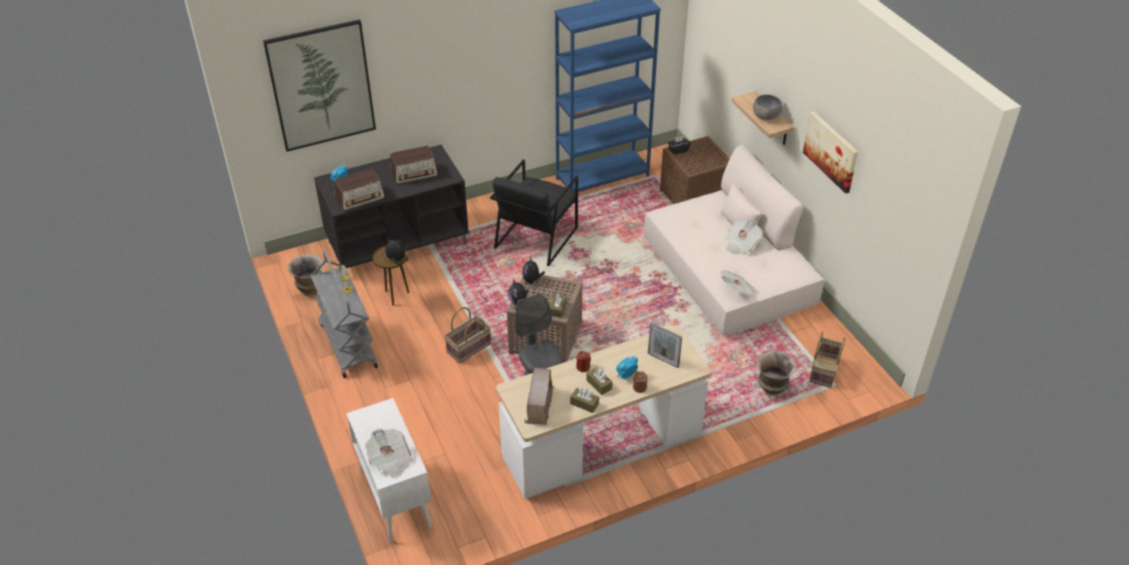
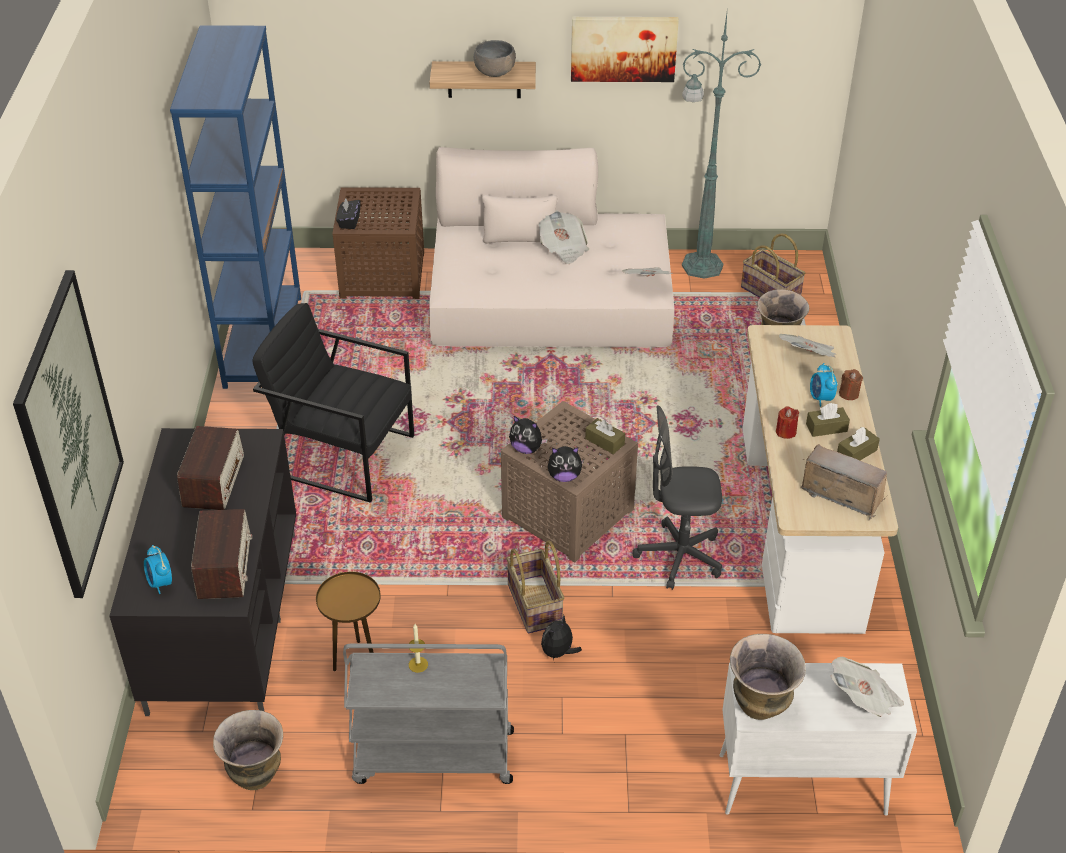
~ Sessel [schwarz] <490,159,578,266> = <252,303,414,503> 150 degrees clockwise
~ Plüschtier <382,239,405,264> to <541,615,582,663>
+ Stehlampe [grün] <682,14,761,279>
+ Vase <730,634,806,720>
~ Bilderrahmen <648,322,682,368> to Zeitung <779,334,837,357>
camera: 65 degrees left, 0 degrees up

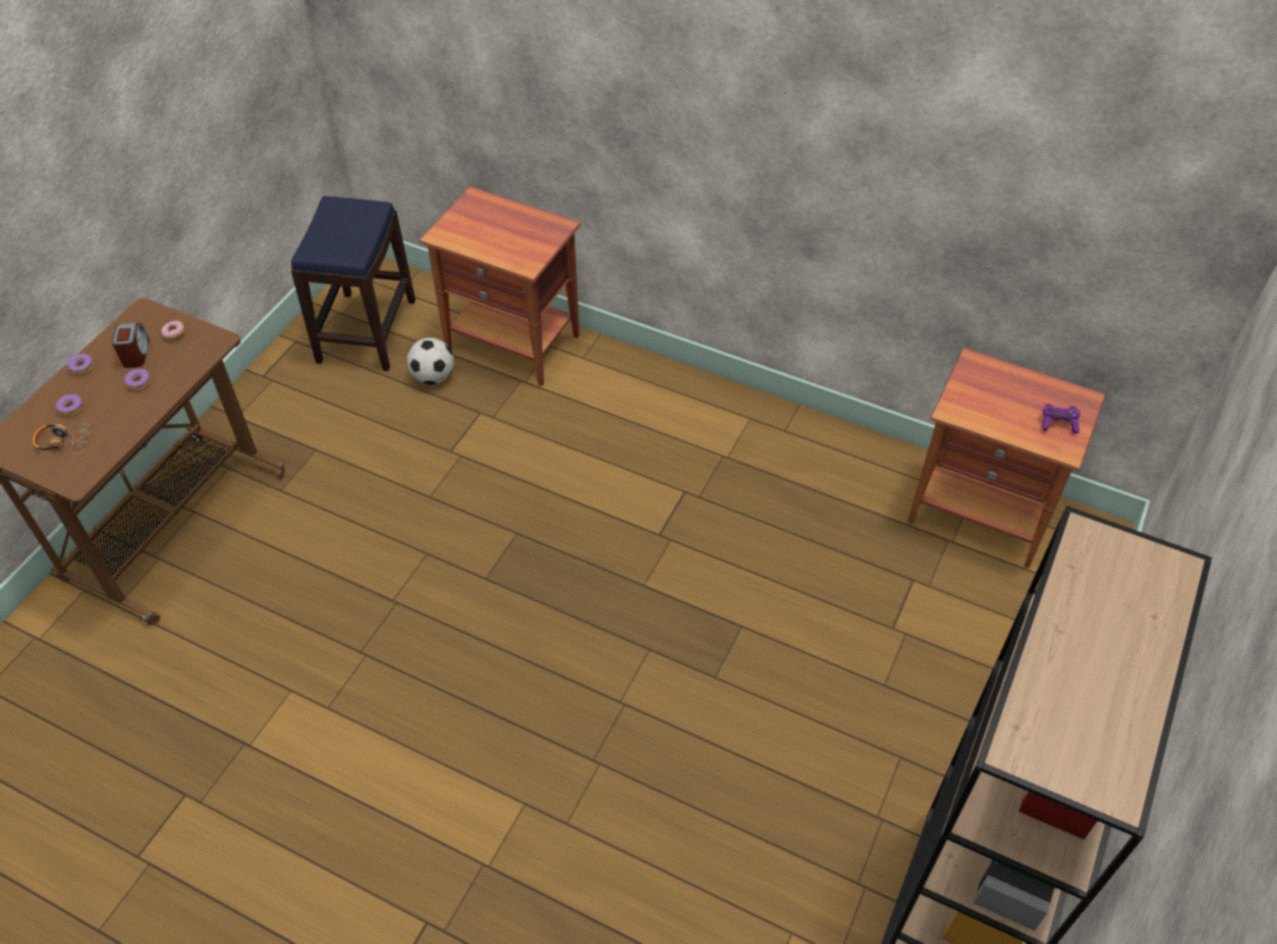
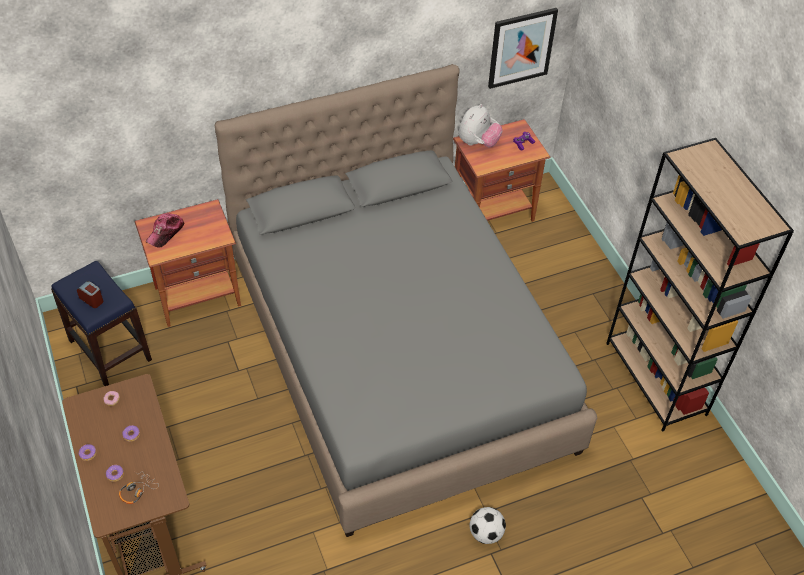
~ Wecker <112,323,149,368> to <77,281,103,308>
+ Kappe <146,213,185,247>
+ Bett [grau] <215,64,597,537>
+ Plüschtier <458,104,503,147>
~ Fußball <407,338,454,385> to <470,507,506,544>
+ Bild <488,8,558,89>
camera: 50 degrees left, 0 degrees up

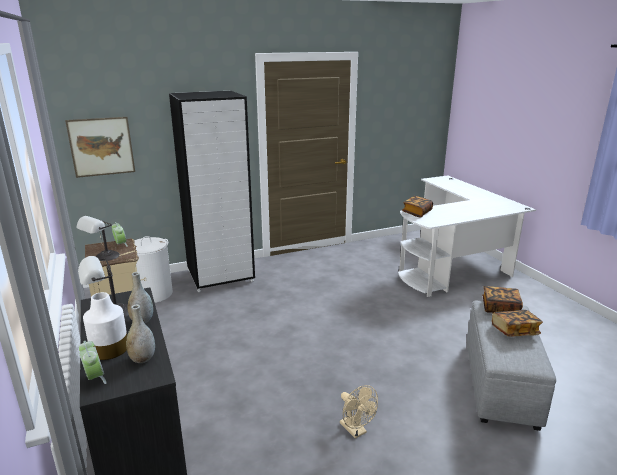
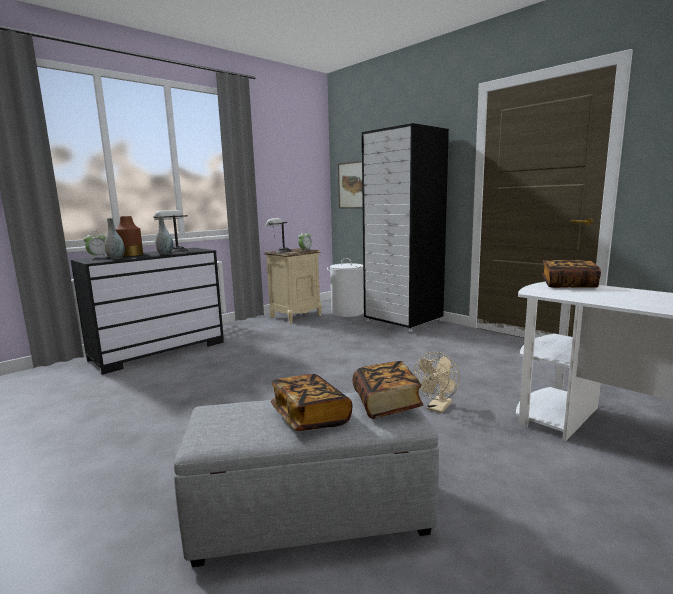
~ Vase [weiß] <83,292,127,360> to Vase [braun] <115,216,143,257>
~ Ventilator [beige] <340,385,378,439> to <414,352,460,413>
camera: 70 degrees right, 10 degrees down

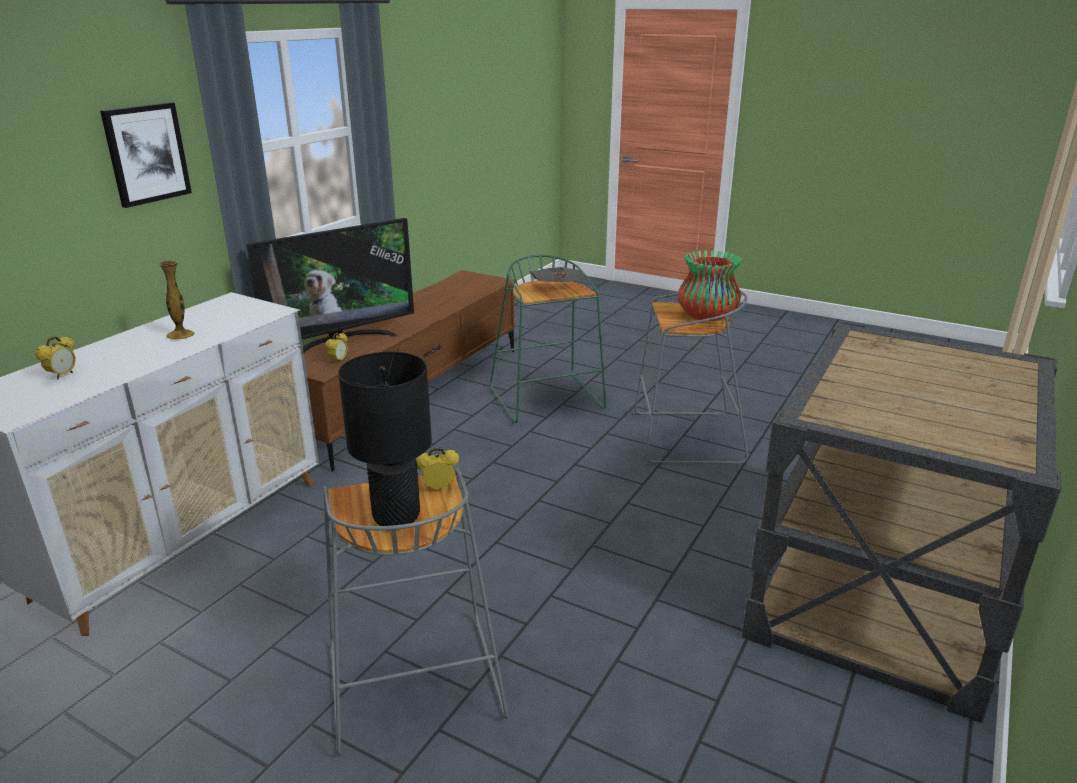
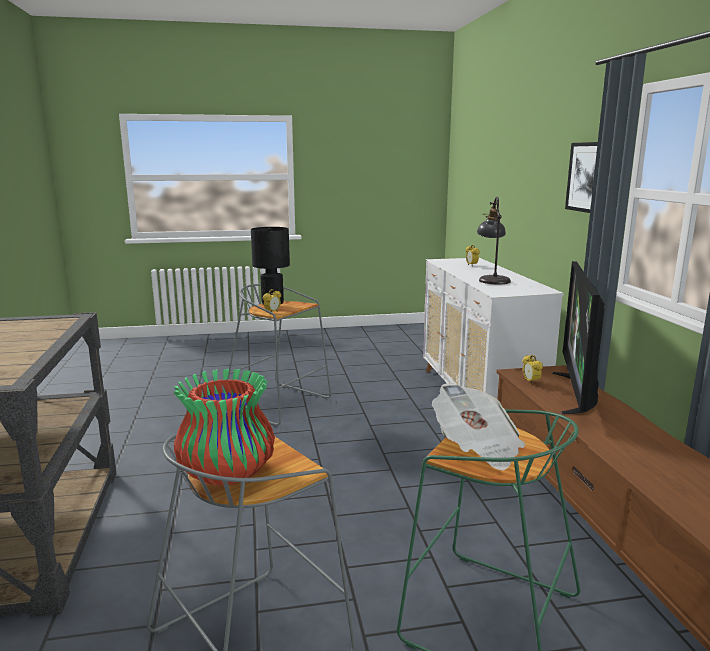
~ Vase <159,260,194,339> to Tischlampe [grau] <477,197,511,284>
camera: 140 degrees right, 10 degrees down

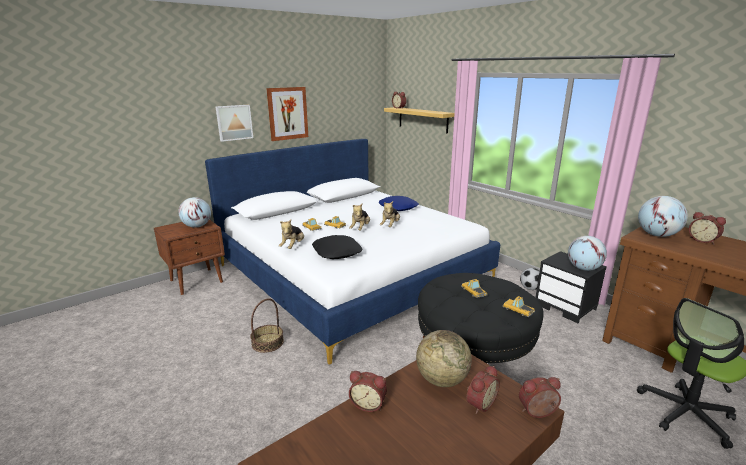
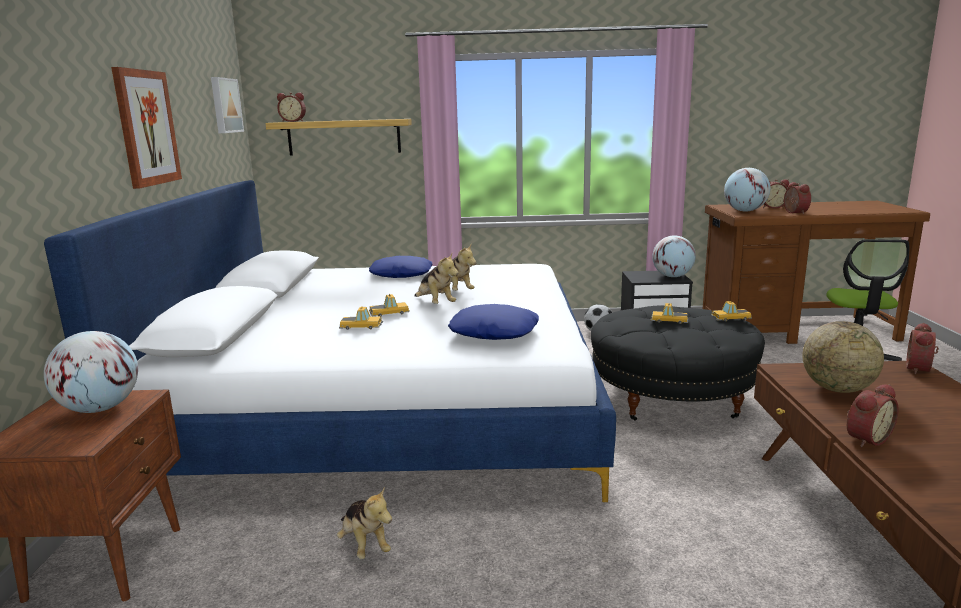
~ Bild <216,105,253,142> to <211,77,244,133>
~ Plüschtier <279,219,304,249> to <337,487,392,559>
~ Kissen [schwarz] <312,235,363,259> to Kissen [blau] <448,304,539,340>
~ Wecker <467,366,500,414> to <784,182,811,214>
- Korb <250,298,284,353>
camera: 50 degrees left, 5 degrees down

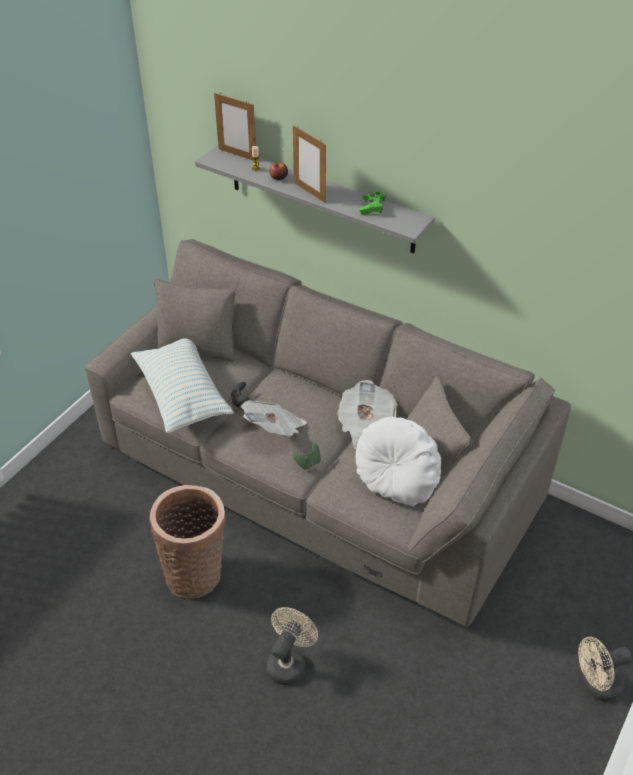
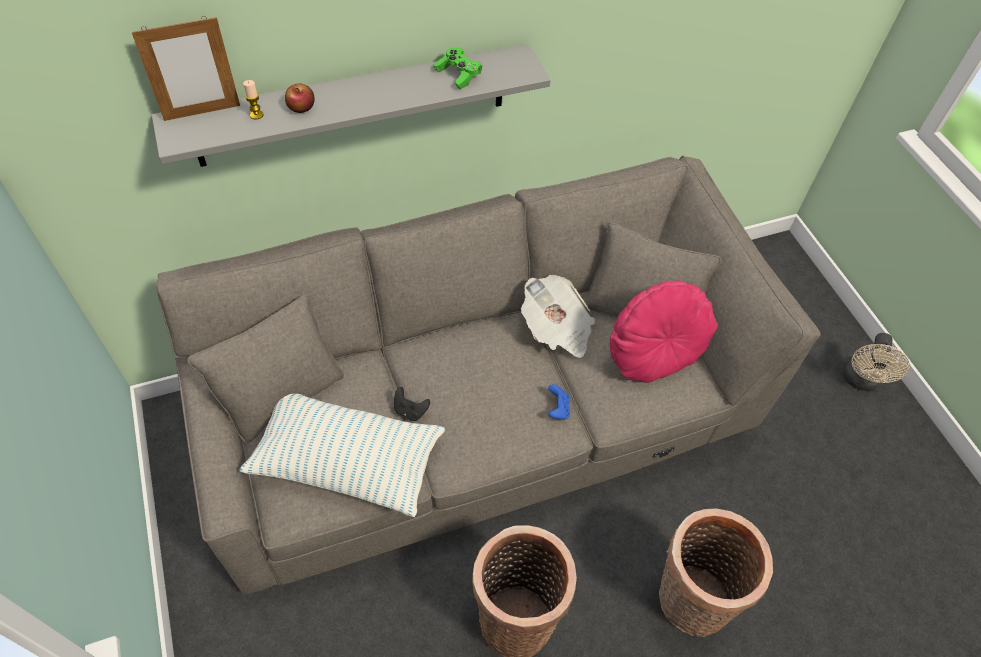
~ Gamepad [grün] <293,443,321,469> to Gamepad [blau] <548,384,570,420>
~ Kissen [weiß] <356,416,441,506> to Kissen [rosa] <610,280,718,383>
~ Ventilator [beige] <267,607,318,685> to Korb <659,508,773,637>
- Zeitung <241,400,307,437>
- Bilderrahmen <293,125,326,203>
camera: 55 degrees left, 10 degrees up

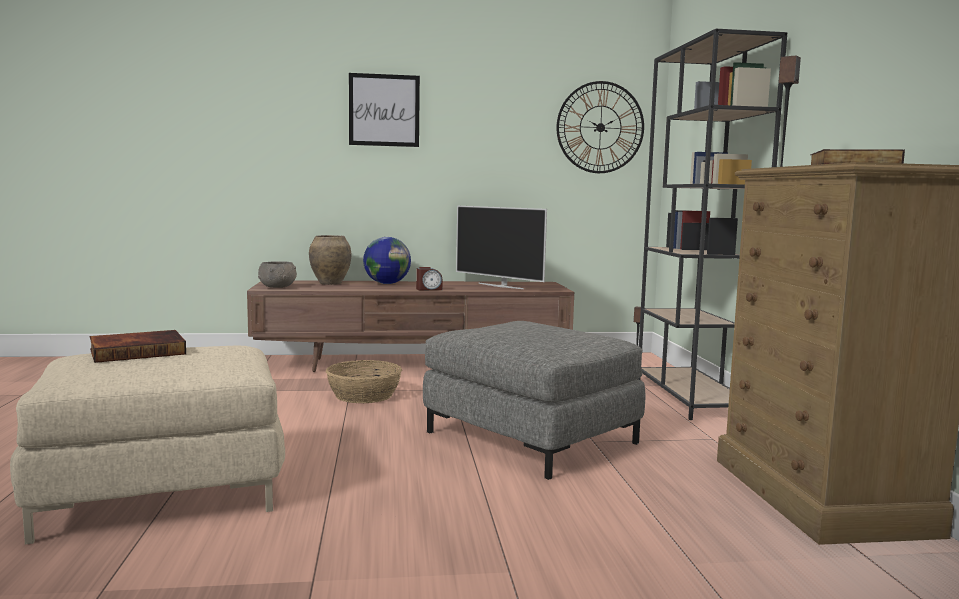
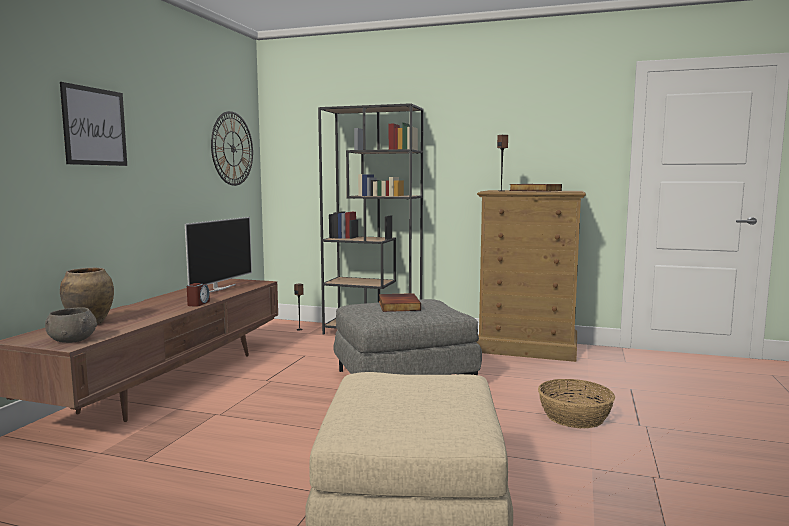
~ Fernseher <456,206,547,289> = <185,217,252,293> 45 degrees counterclockwise
~ Buch <89,330,186,363> to <379,293,421,312>
~ Korb <326,360,402,403> to <538,379,615,428>
- Globus <363,237,411,284>
camera: 65 degrees left, 0 degrees up

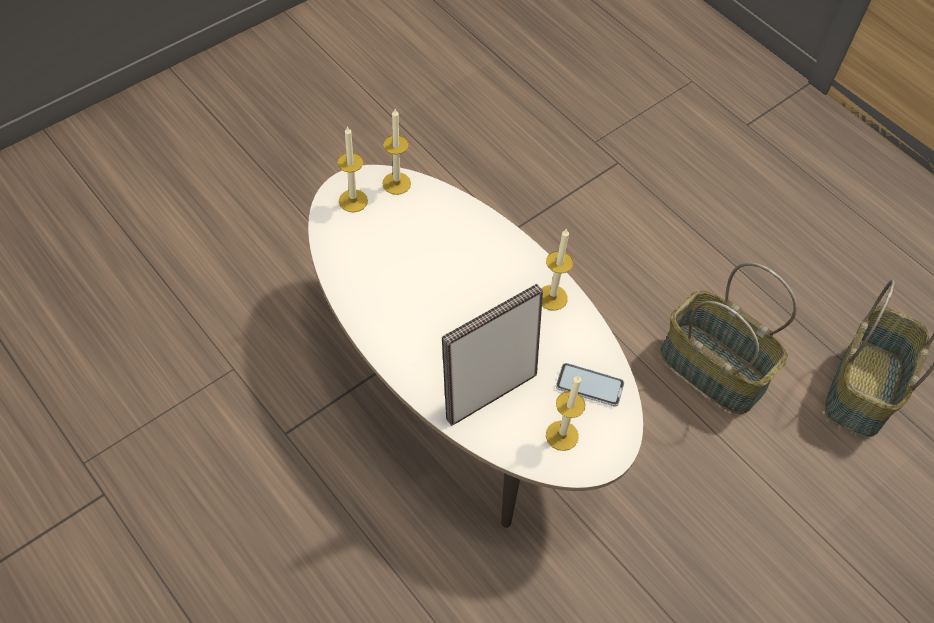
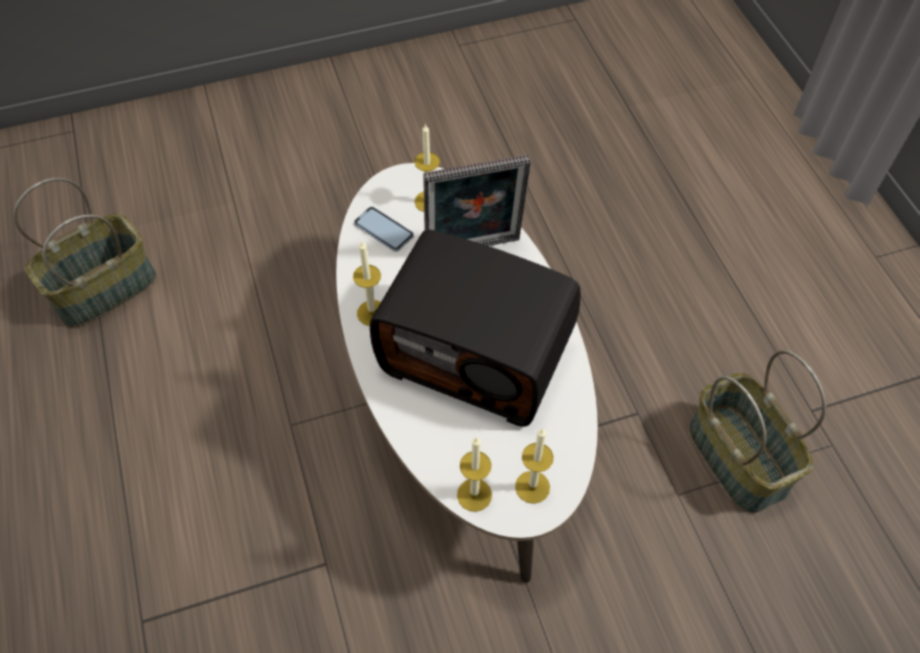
+ Radio <370,230,581,427>
~ Korb <660,262,797,414> to <689,350,826,513>
camera: 155 degrees left, 0 degrees up

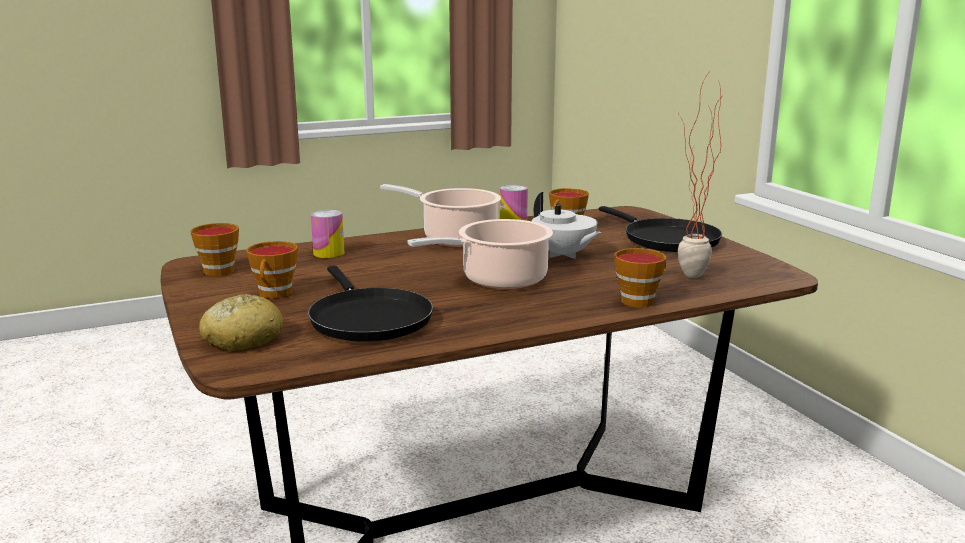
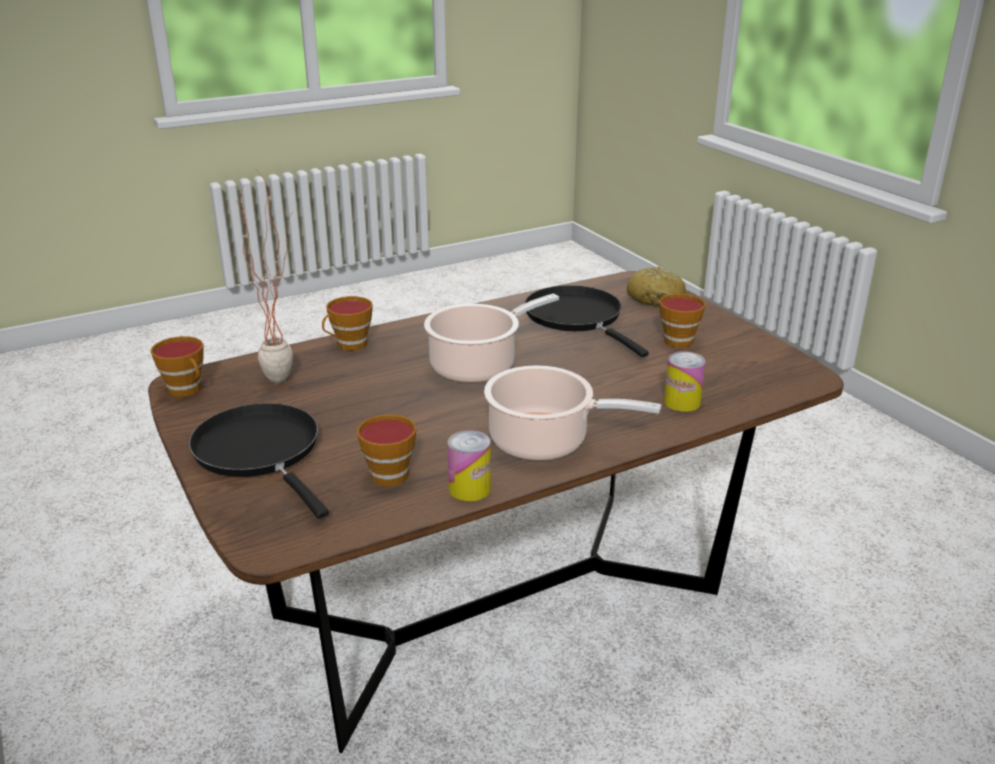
~ Tasse <190,223,239,276> to <151,336,204,397>
- Teekanne [weiß] <532,192,601,259>
camera: 175 degrees right, 10 degrees up

